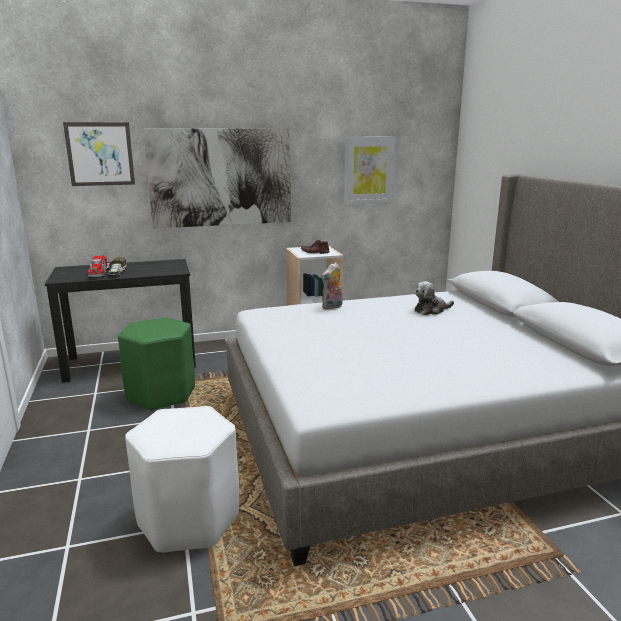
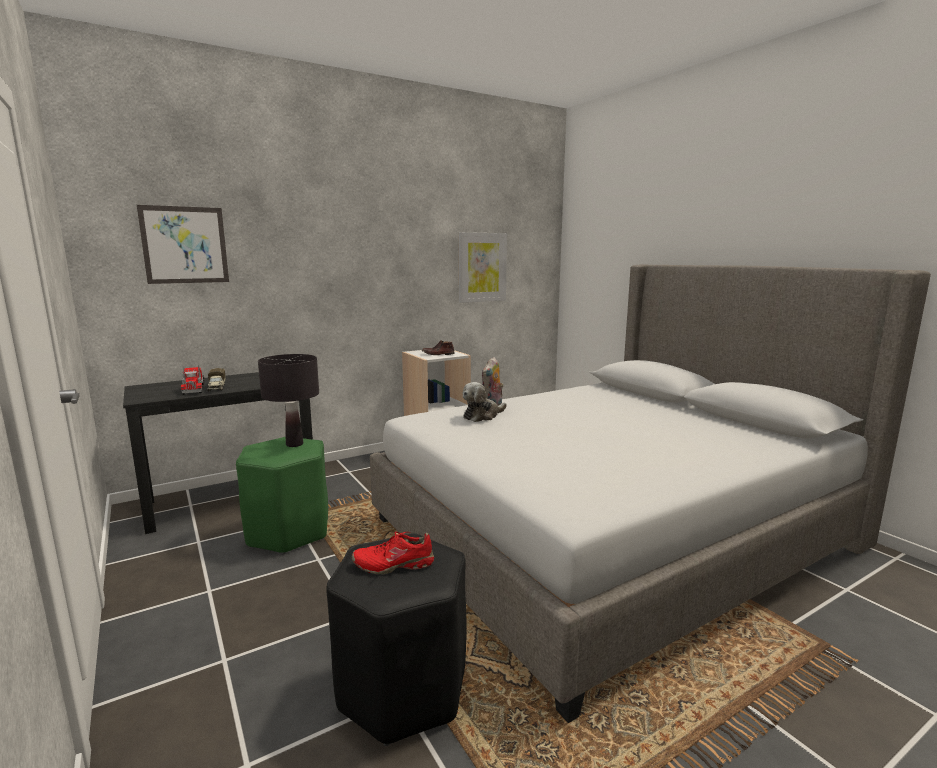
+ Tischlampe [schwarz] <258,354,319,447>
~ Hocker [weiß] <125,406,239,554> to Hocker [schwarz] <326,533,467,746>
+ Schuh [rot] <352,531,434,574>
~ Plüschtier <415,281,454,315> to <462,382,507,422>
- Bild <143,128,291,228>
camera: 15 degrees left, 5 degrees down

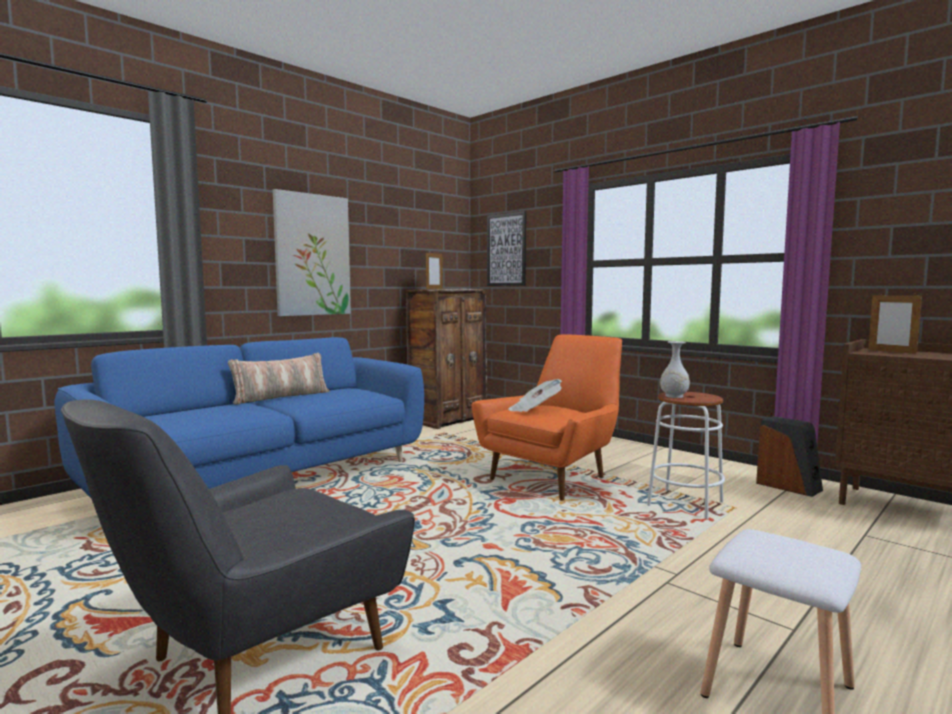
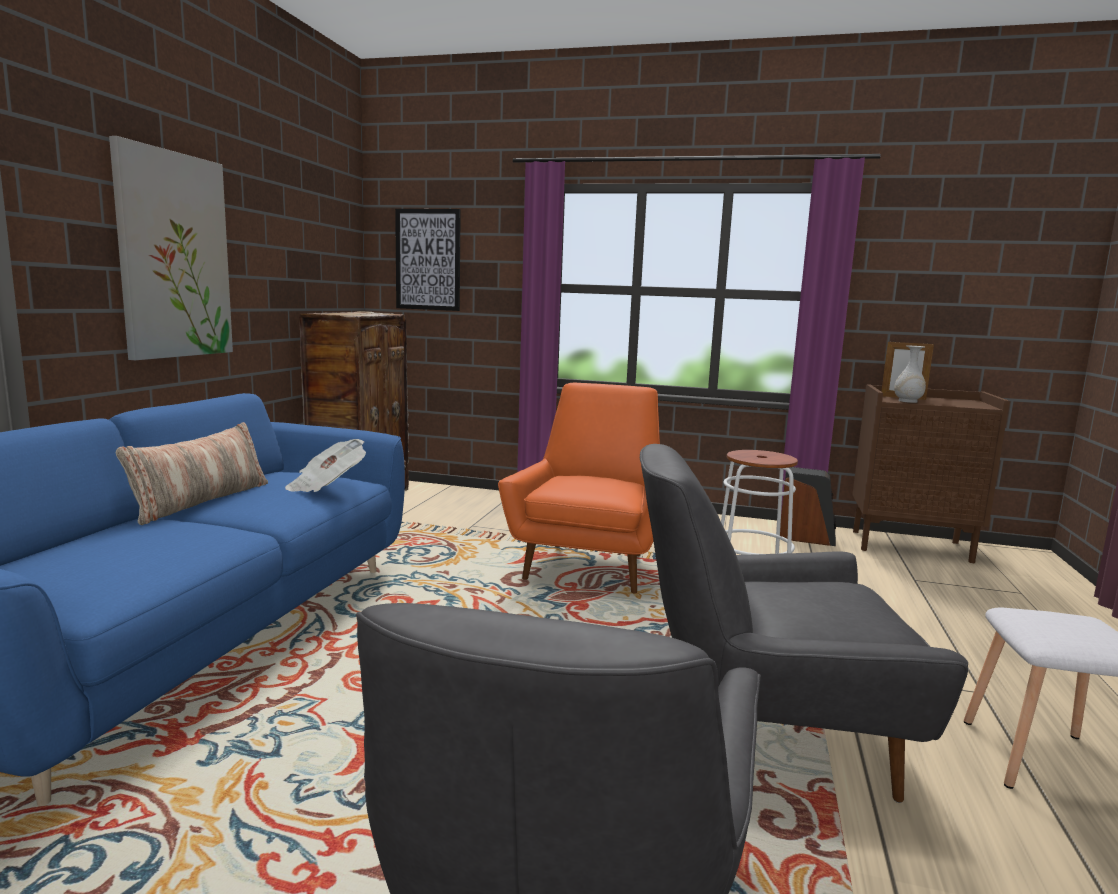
~ Zeitung <508,379,562,412> to <285,439,366,492>
+ Sessel [grau] <640,444,968,803>
~ Vase [weiß] <660,341,690,398> to <894,345,926,403>
- Bilderrahmen <426,252,443,289>
camera: 30 degrees left, 5 degrees up

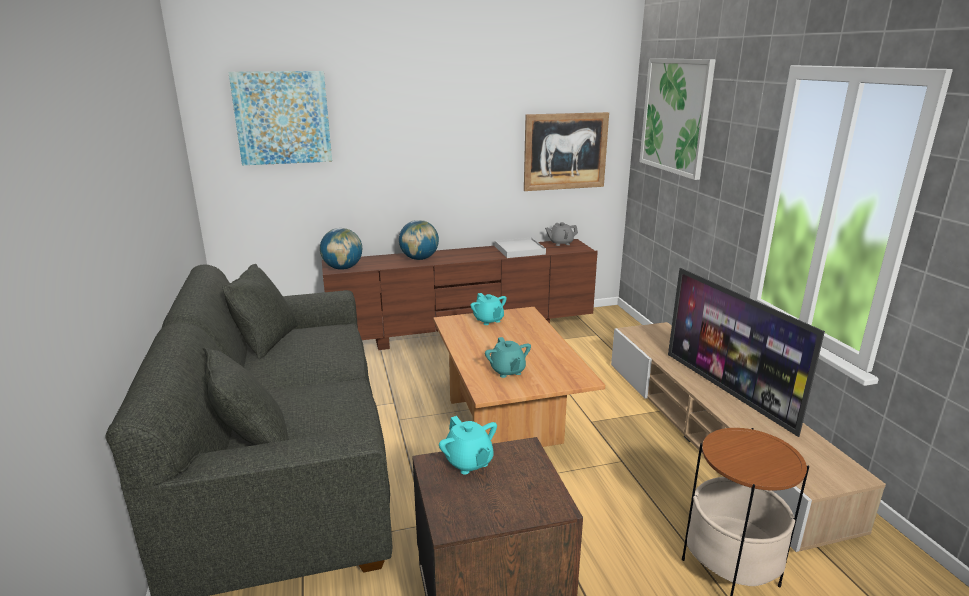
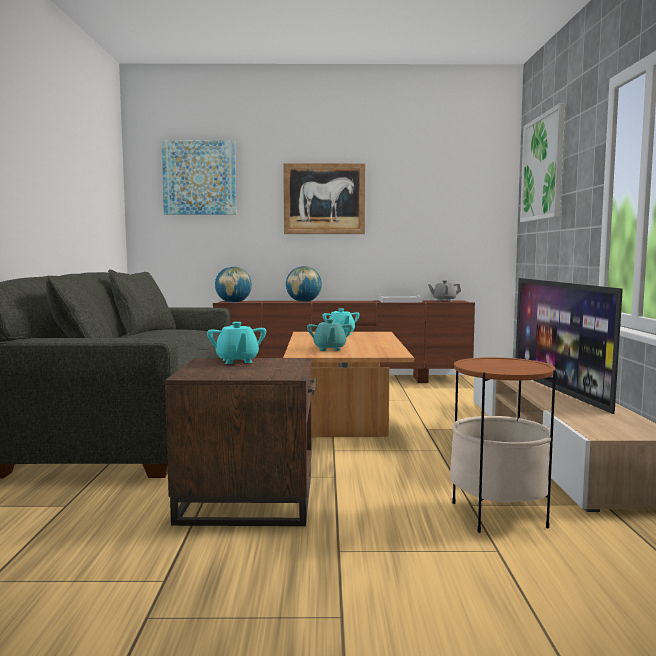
~ Bild <524,112,609,191> to <283,163,365,234>
camera: 15 degrees right, 15 degrees down

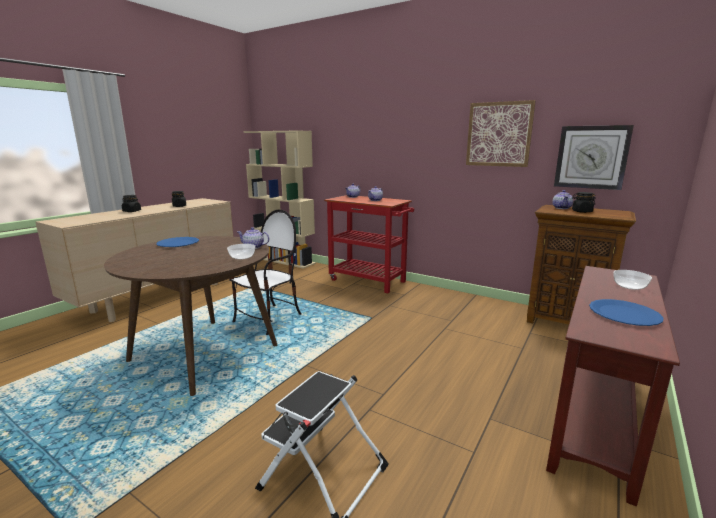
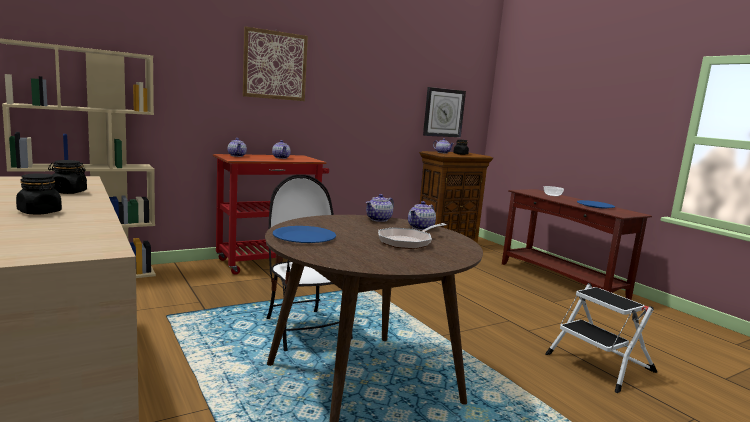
~ Bild <466,100,536,167> to <243,26,308,101>
+ Pfanne <378,223,447,249>
~ Schüssel <227,244,255,260> to Teekanne <408,201,436,230>
camera: 65 degrees left, 5 degrees down

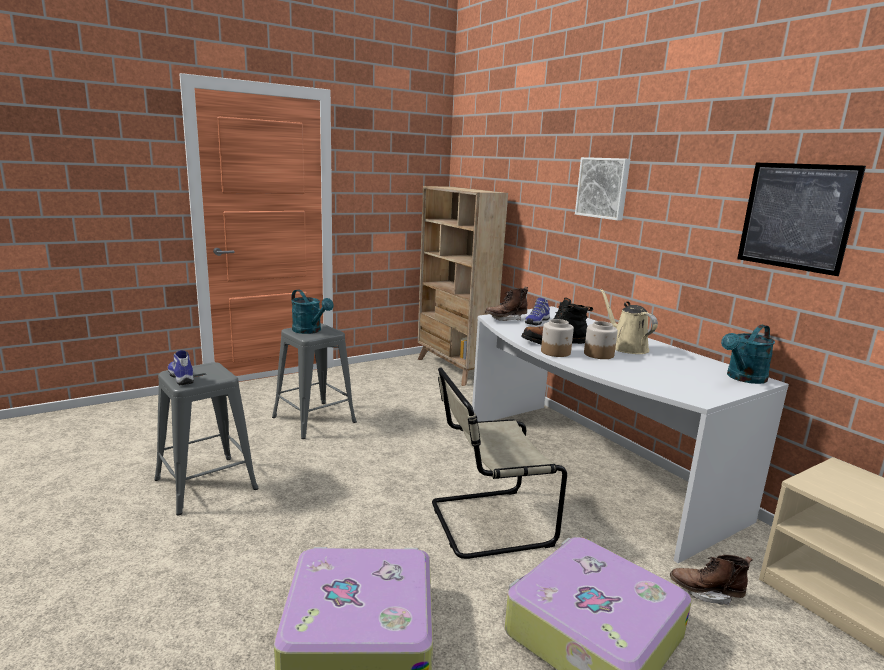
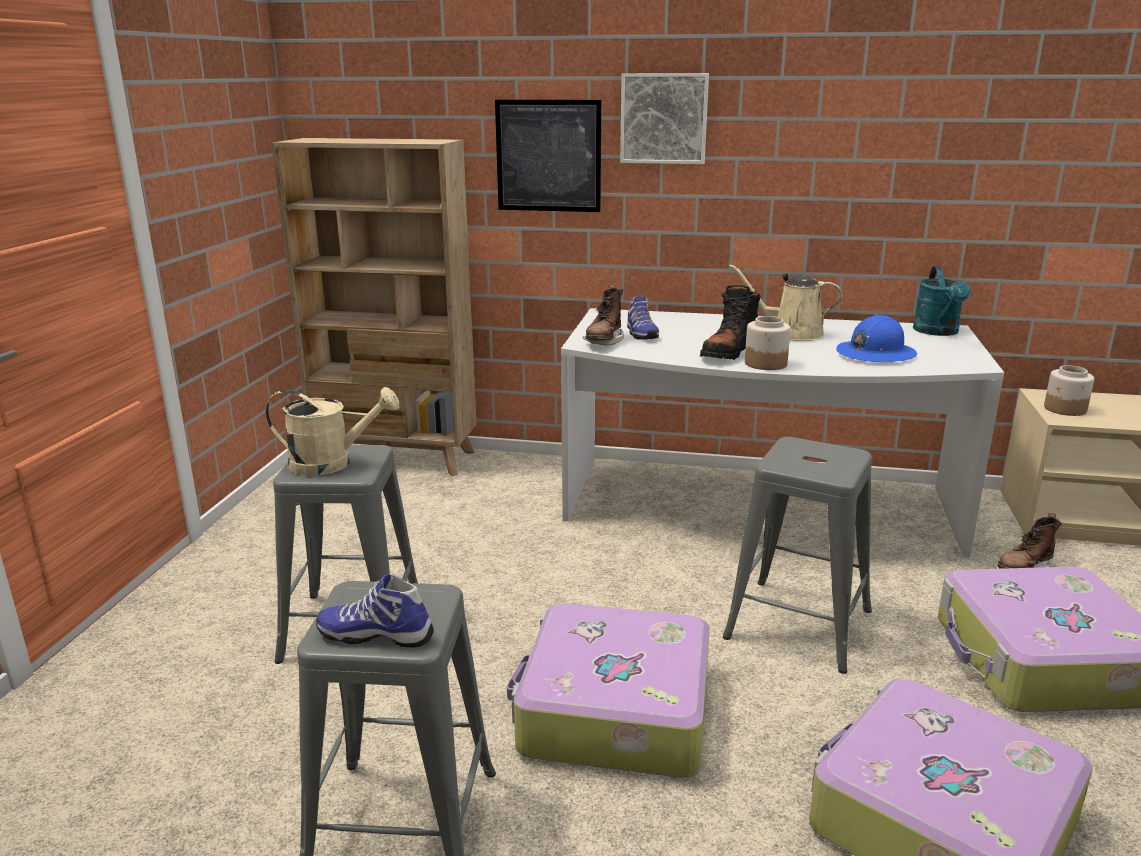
~ Gießkanne [türkis] <291,290,334,334> to Gießkanne [beige] <265,387,399,476>
~ Bild <737,163,866,276> to <495,100,601,212>
+ Koffer <507,603,710,778>
~ Stuhl [beige] <432,367,567,559> to Hocker [grau] <723,437,872,674>
+ Schutzhelm [blau] <836,315,917,363>
~ Vorratsglas <584,321,618,359> to <1044,366,1094,416>
camera: 45 degrees left, 5 degrees up

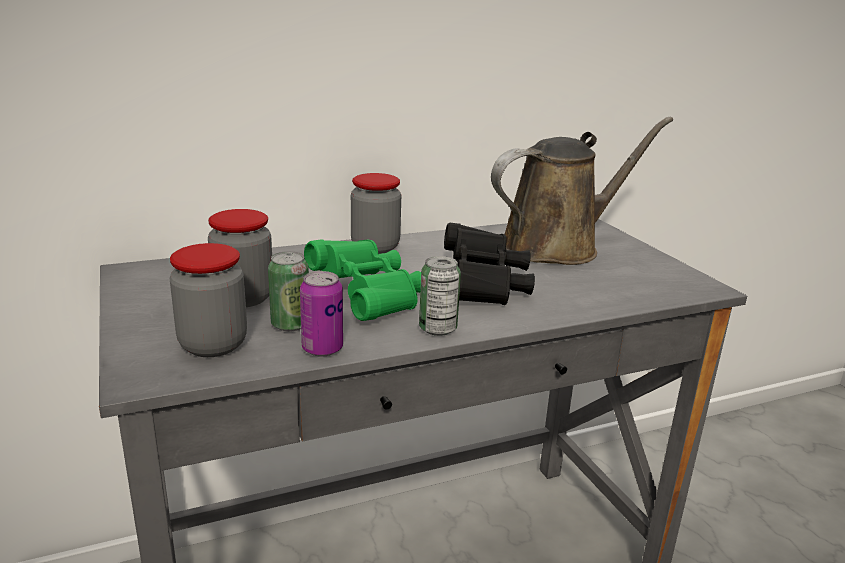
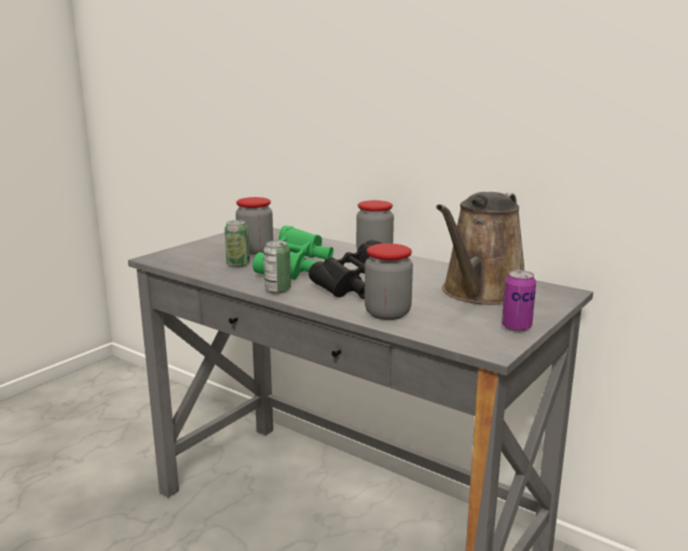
~ Vorratsglas <170,243,247,357> to <364,243,413,320>
~ Gießkanne [braun] <491,117,673,265> = <436,192,525,305> 90 degrees clockwise
~ Dose <300,271,343,357> to <502,270,536,332>
camera: 60 degrees right, 5 degrees down

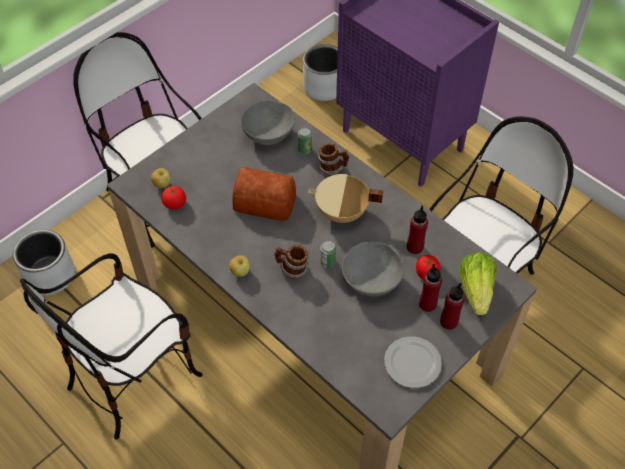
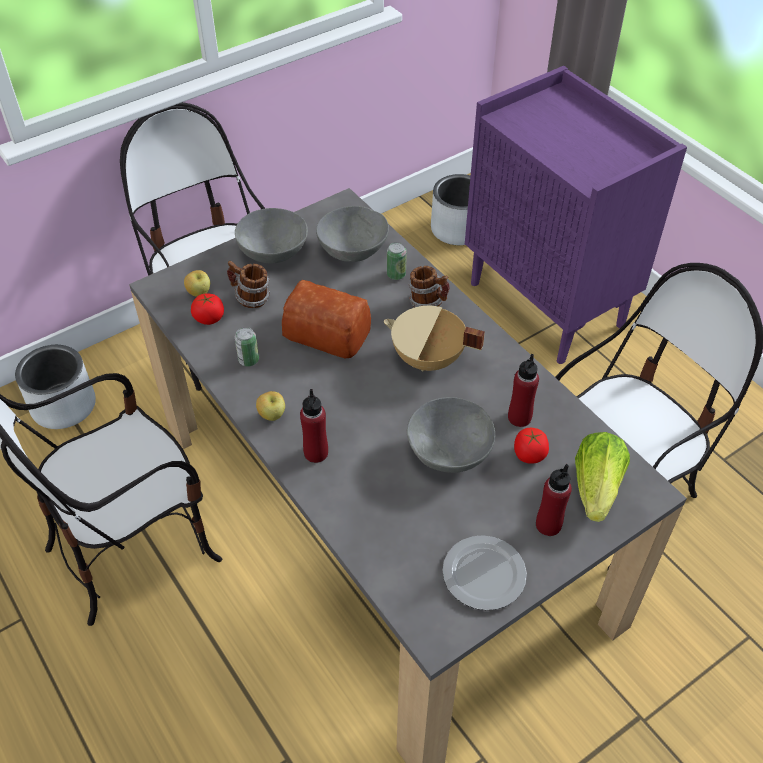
~ Henkelbecher <275,245,309,279> to <227,261,270,308>
+ Schüssel [grau] <235,208,308,264>
~ Dose <320,240,336,268> to <235,327,259,367>
~ Flasche [rot] <419,264,442,312> to <300,389,328,463>
camera: 10 degrees right, 5 degrees down

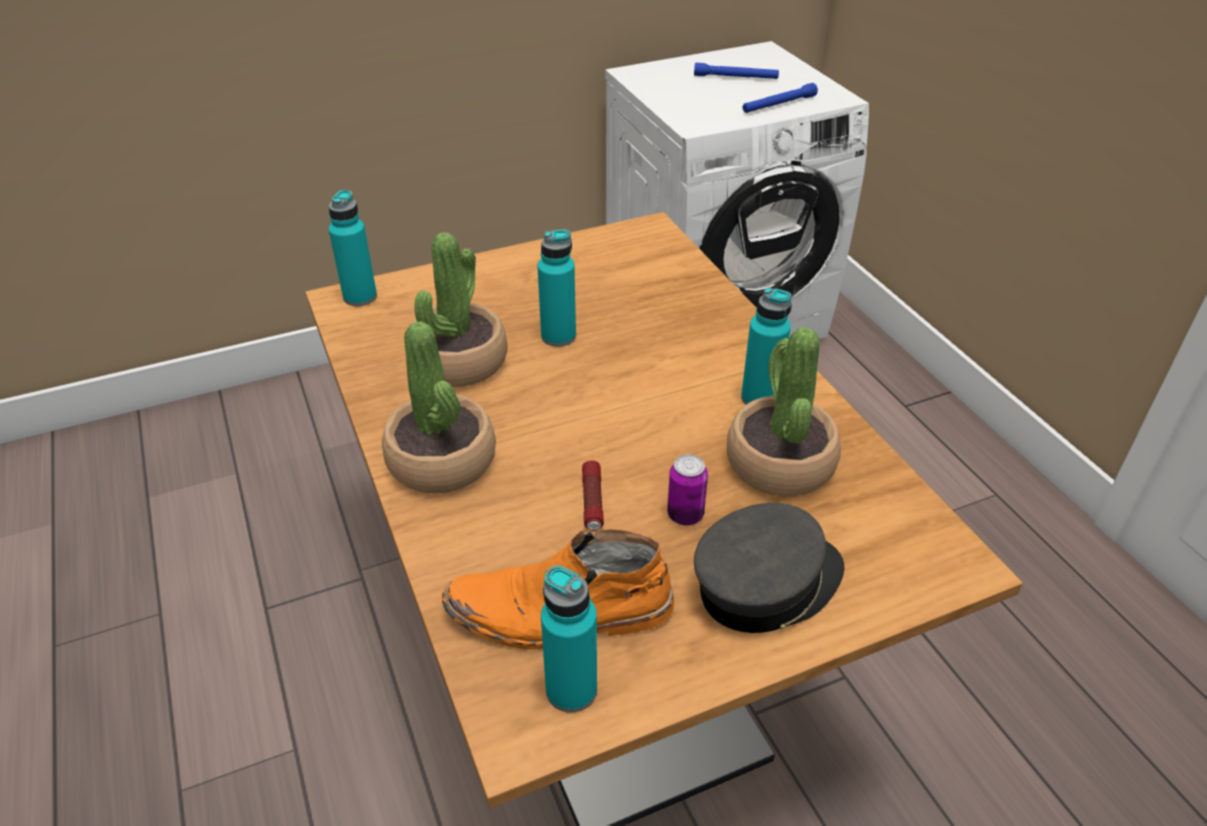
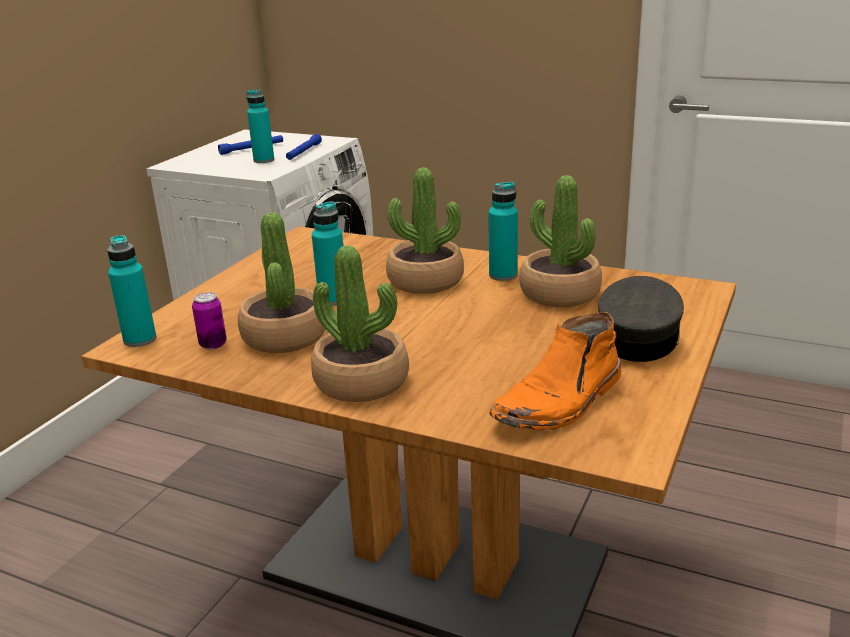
~ Dose <667,454,708,525> to <192,292,227,349>
~ Flasche [türkis] <541,566,597,713> to <246,90,274,163>
+ Topfpflanze <386,168,464,294>
- Taschenlampe <582,460,604,530>
camera: 40 degrees left, 15 degrees down

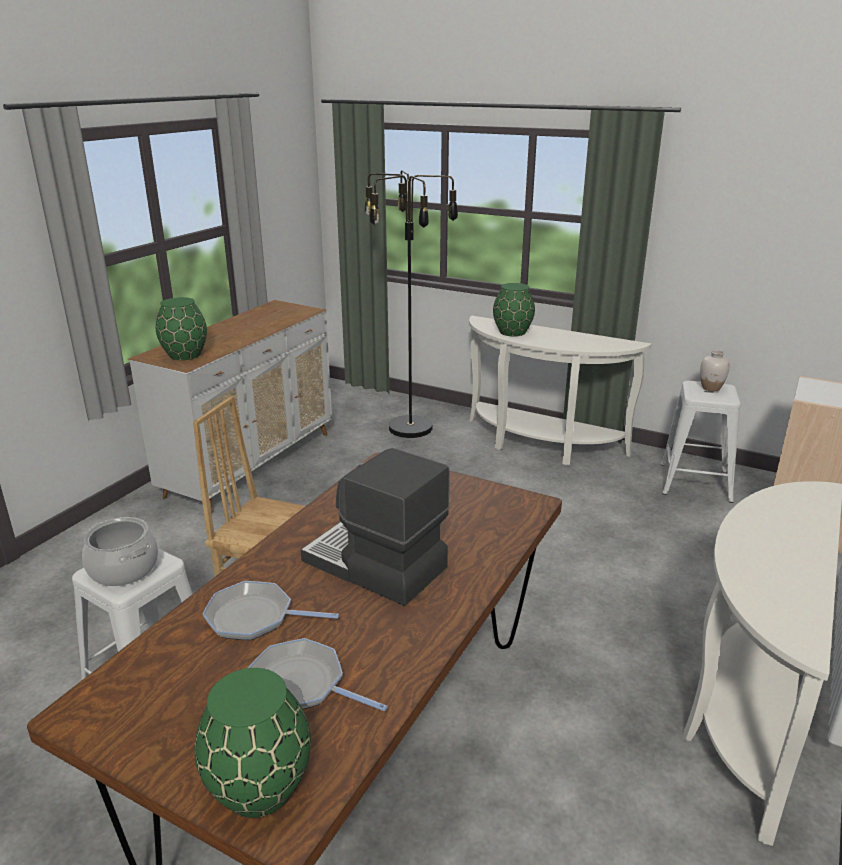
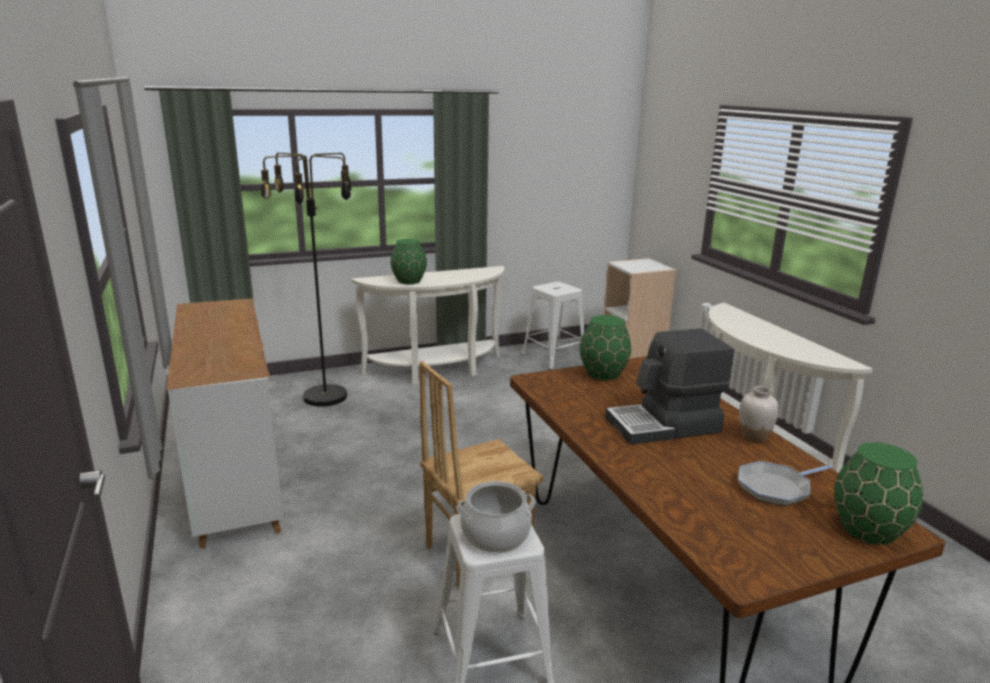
~ Vase [grün] <156,297,207,360> to <580,315,631,380>
~ Vase [weiß] <700,350,730,392> to <739,386,779,442>
- Pfanne <202,581,339,640>
camera: 50 degrees left, 5 degrees down

